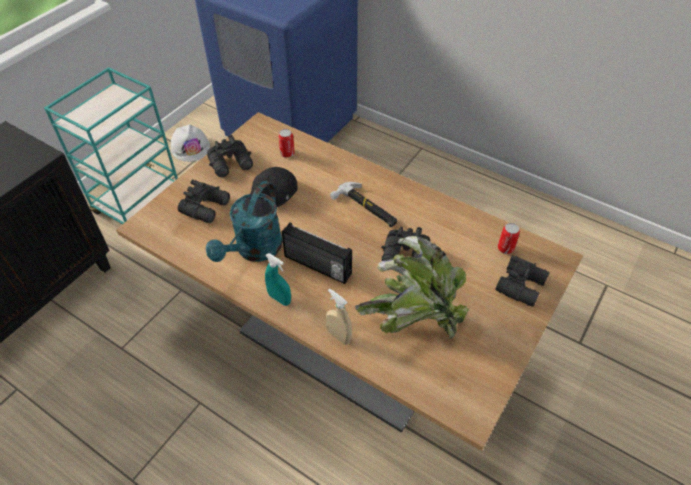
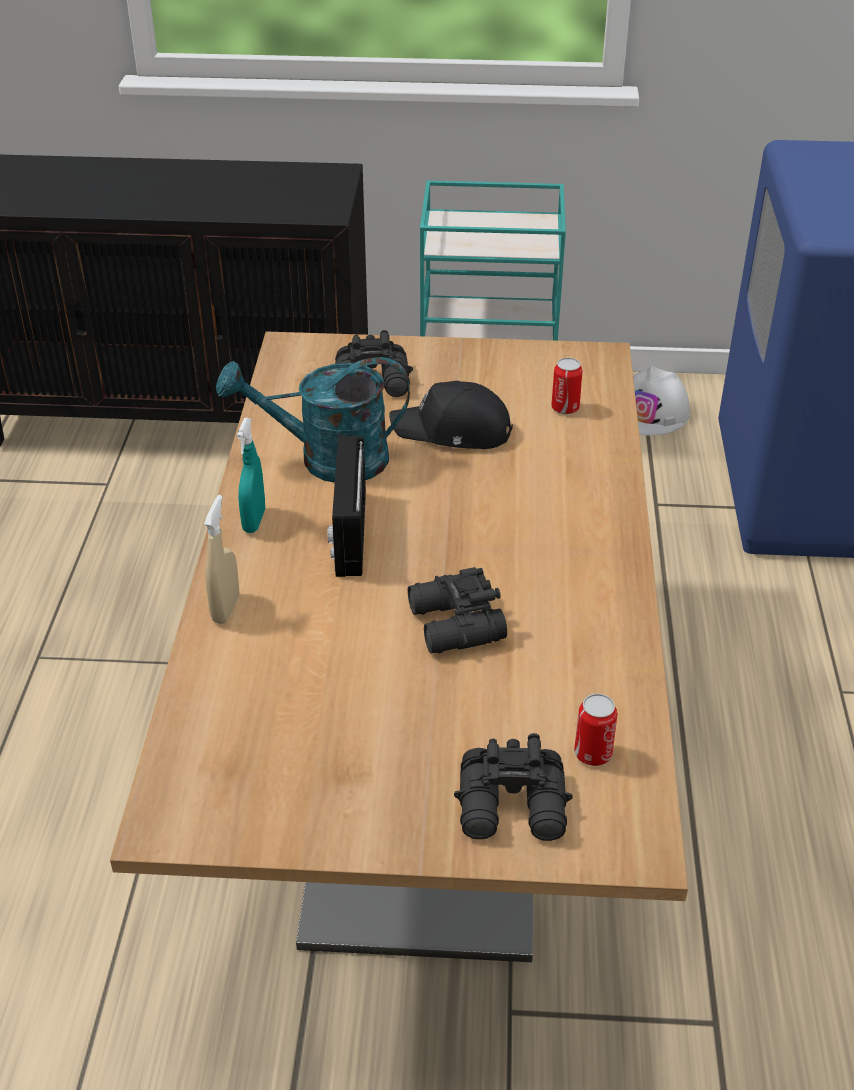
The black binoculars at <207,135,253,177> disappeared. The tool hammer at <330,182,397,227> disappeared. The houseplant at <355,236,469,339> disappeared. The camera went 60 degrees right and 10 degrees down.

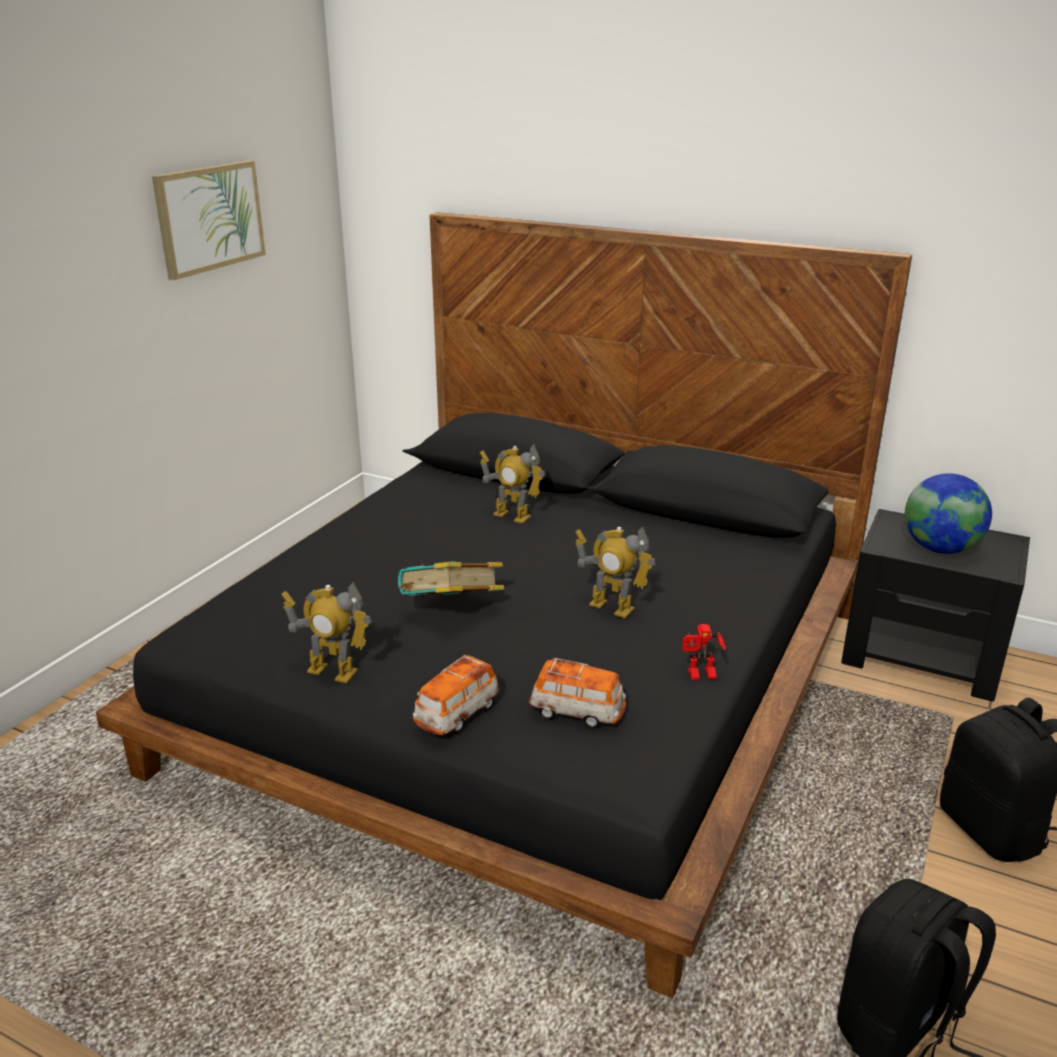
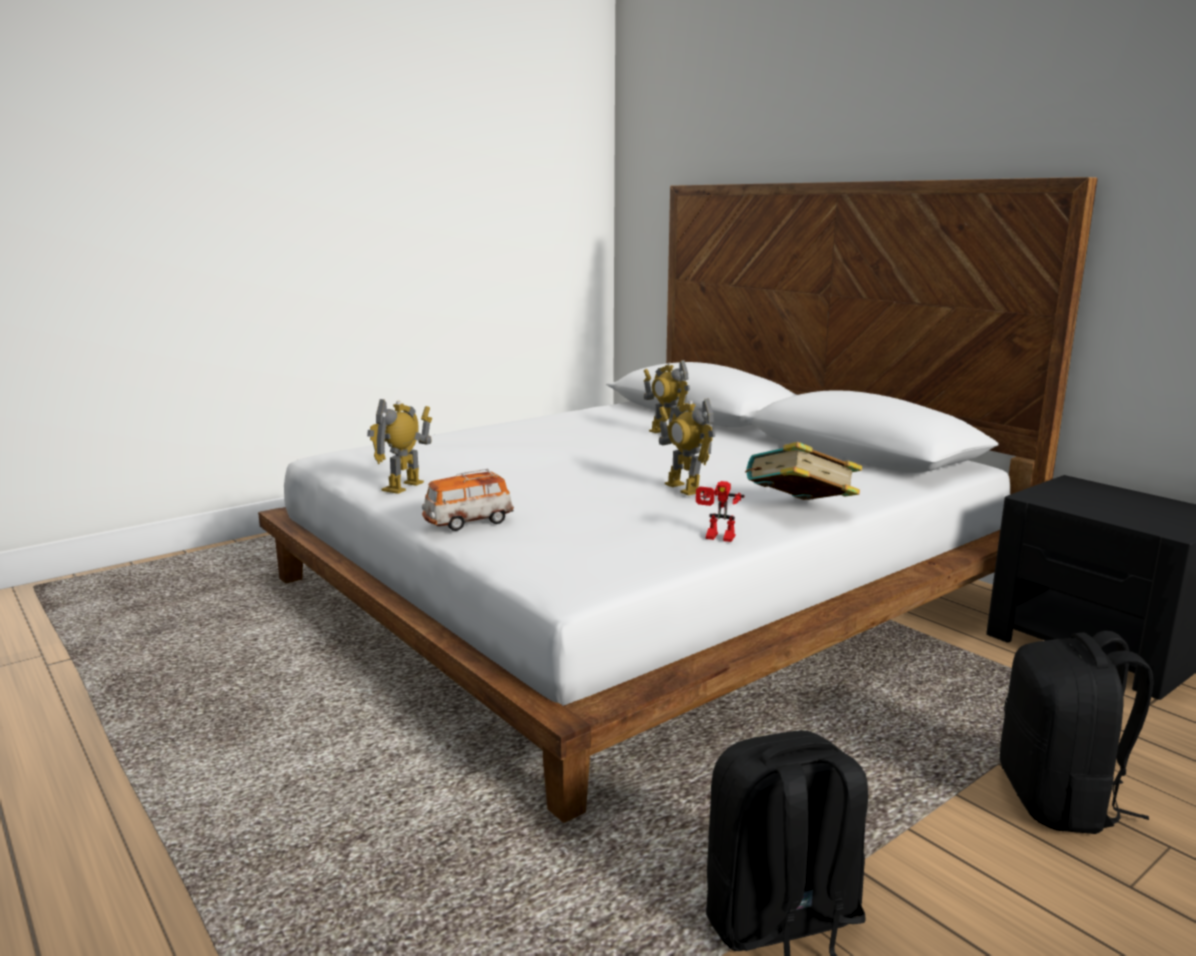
The black bed at <96,212,912,998> became the whitish bed at <258,177,1098,823>. The wall picture at <152,160,266,280> disappeared. The model robot at <281,583,372,683> turned 75 degrees clockwise. The bound book moved from <398,562,504,597> to <745,442,862,500>. The miniature car at <529,658,626,729> disappeared. The desk globe at <905,473,992,554> disappeared. The camera went 25 degrees right and 10 degrees down.

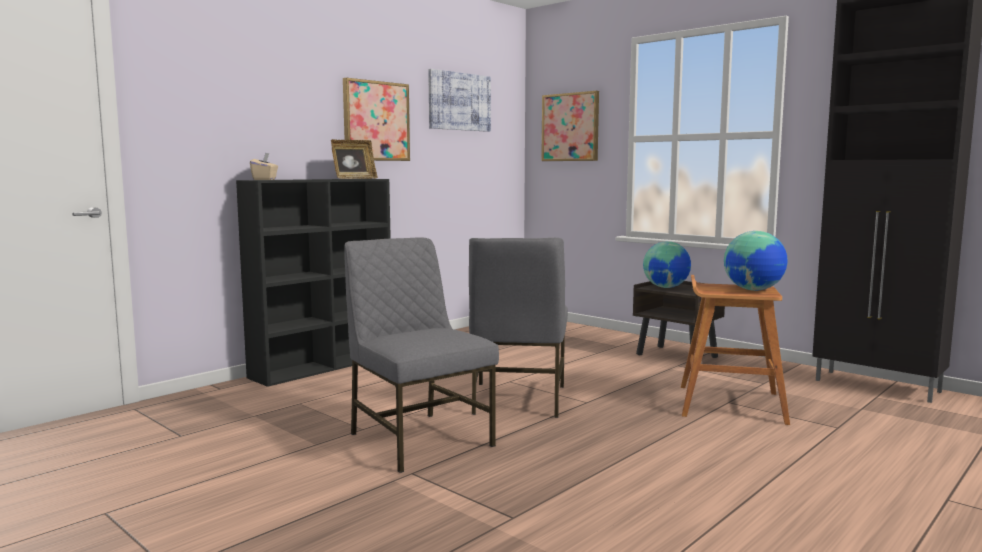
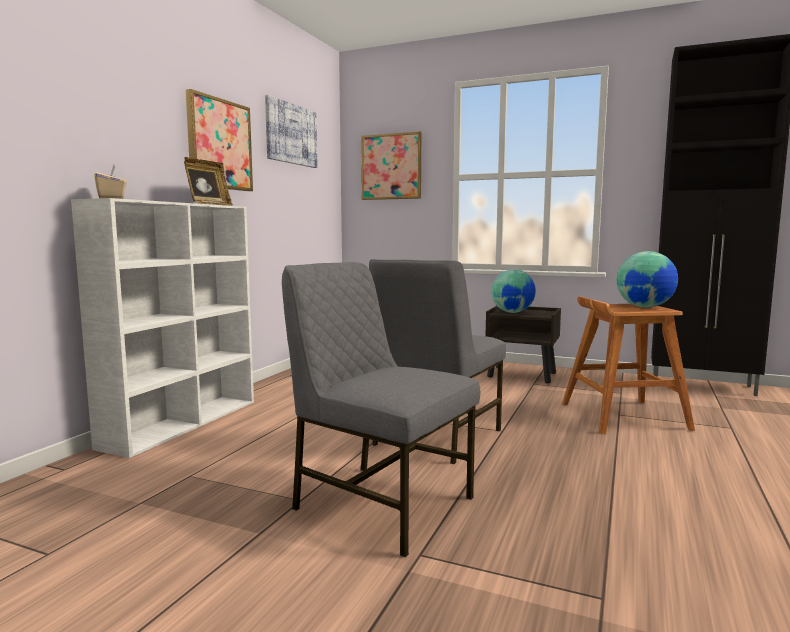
The black bookcase at <236,179,391,387> became the whitish bookcase at <71,198,254,458>. The grey upright chair at <469,238,568,418> turned 45 degrees clockwise. The camera went 20 degrees left and 0 degrees up.

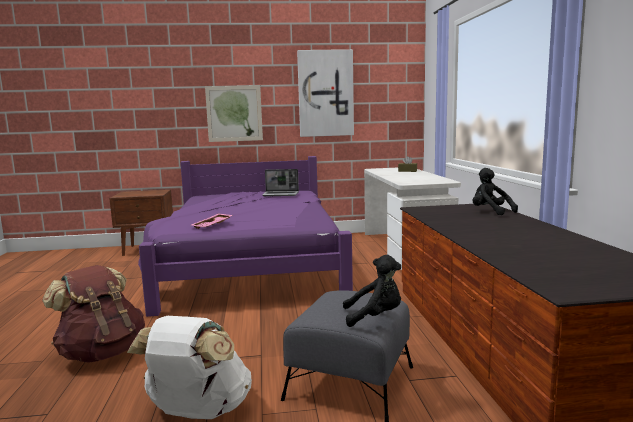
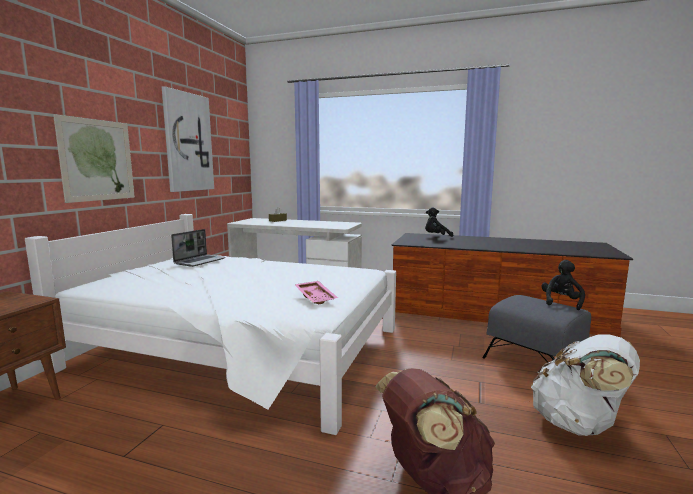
The purple-coloured bed at <138,156,353,317> became the whitish bed at <25,214,396,435>. The camera went 65 degrees left and 0 degrees up.

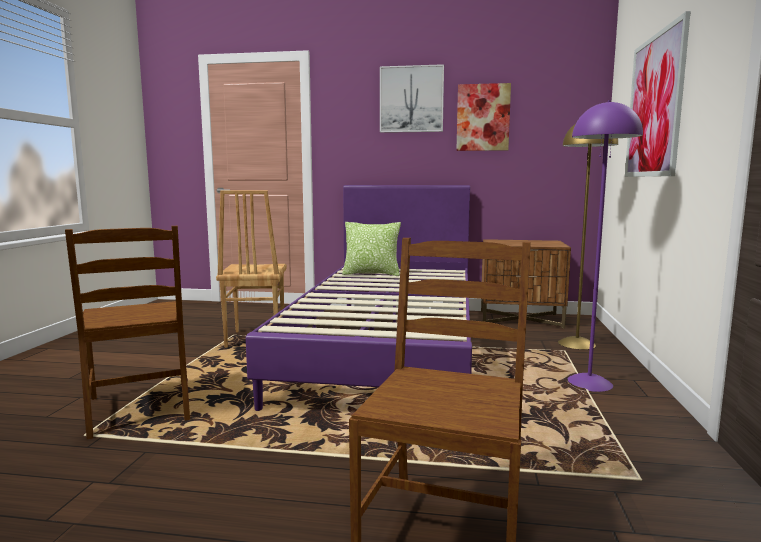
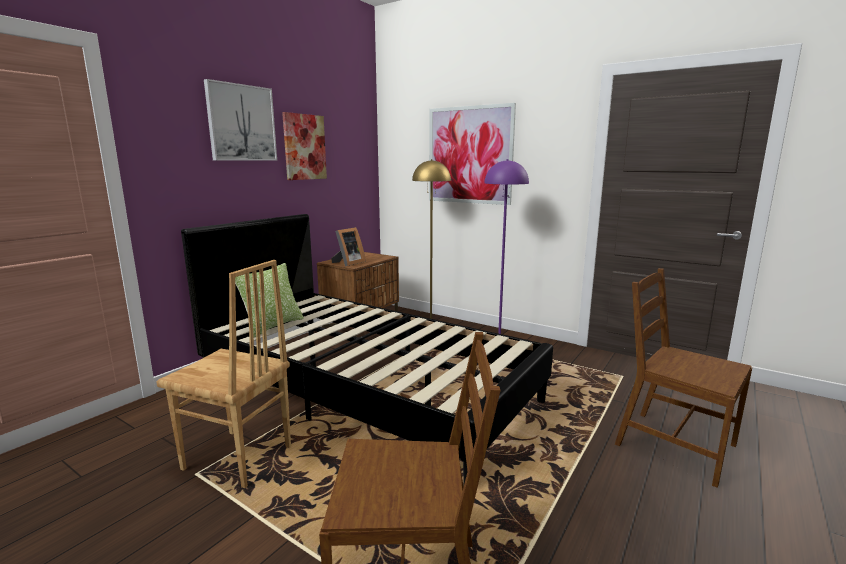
The purple-coloured bed at <246,185,472,411> became the black bed at <181,214,553,483>. The photo frame at <331,227,366,267> appeared. The camera went 65 degrees left and 5 degrees up.

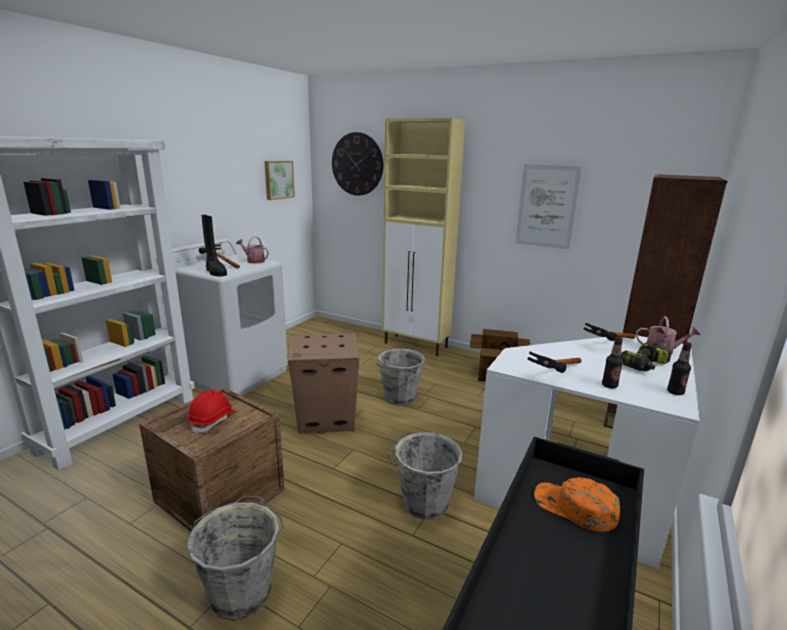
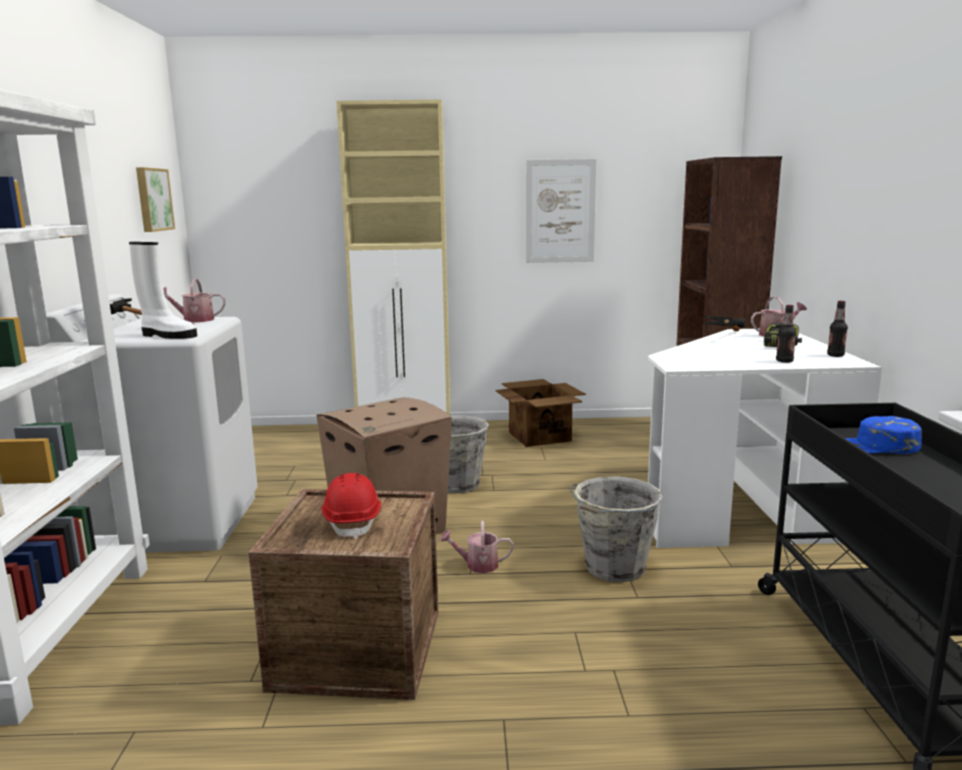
The grey bucket at <187,495,284,621> disappeared. The black high-top boot at <201,215,227,277> became the whitish high-top boot at <129,242,197,339>. The hanging clock at <332,132,383,196> disappeared. The tool hammer at <528,352,582,373> disappeared. The orange-coloured baseball cap at <534,477,620,532> became the blue baseball cap at <845,416,922,454>. The watering pot at <439,520,514,573> appeared. The camera went 30 degrees left and 5 degrees down.

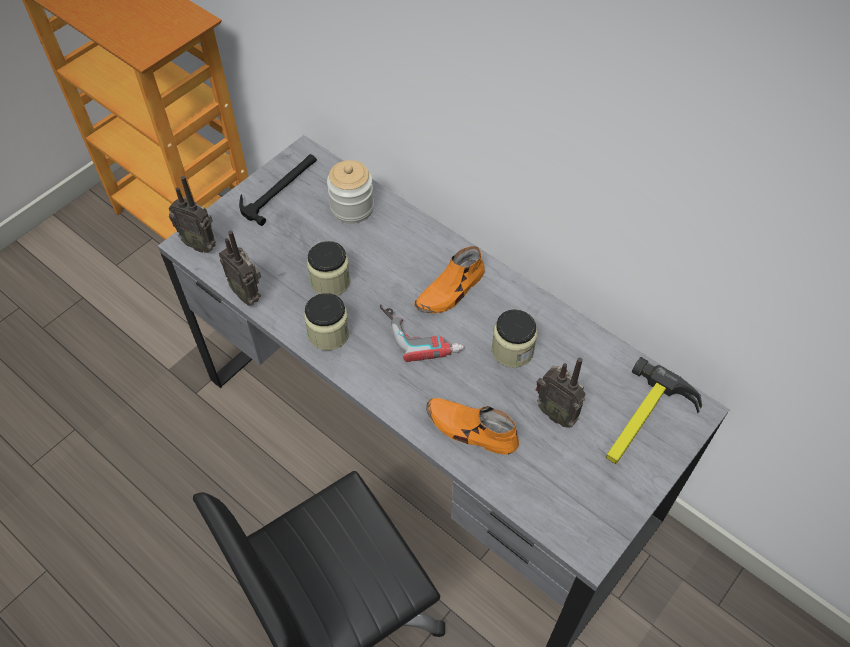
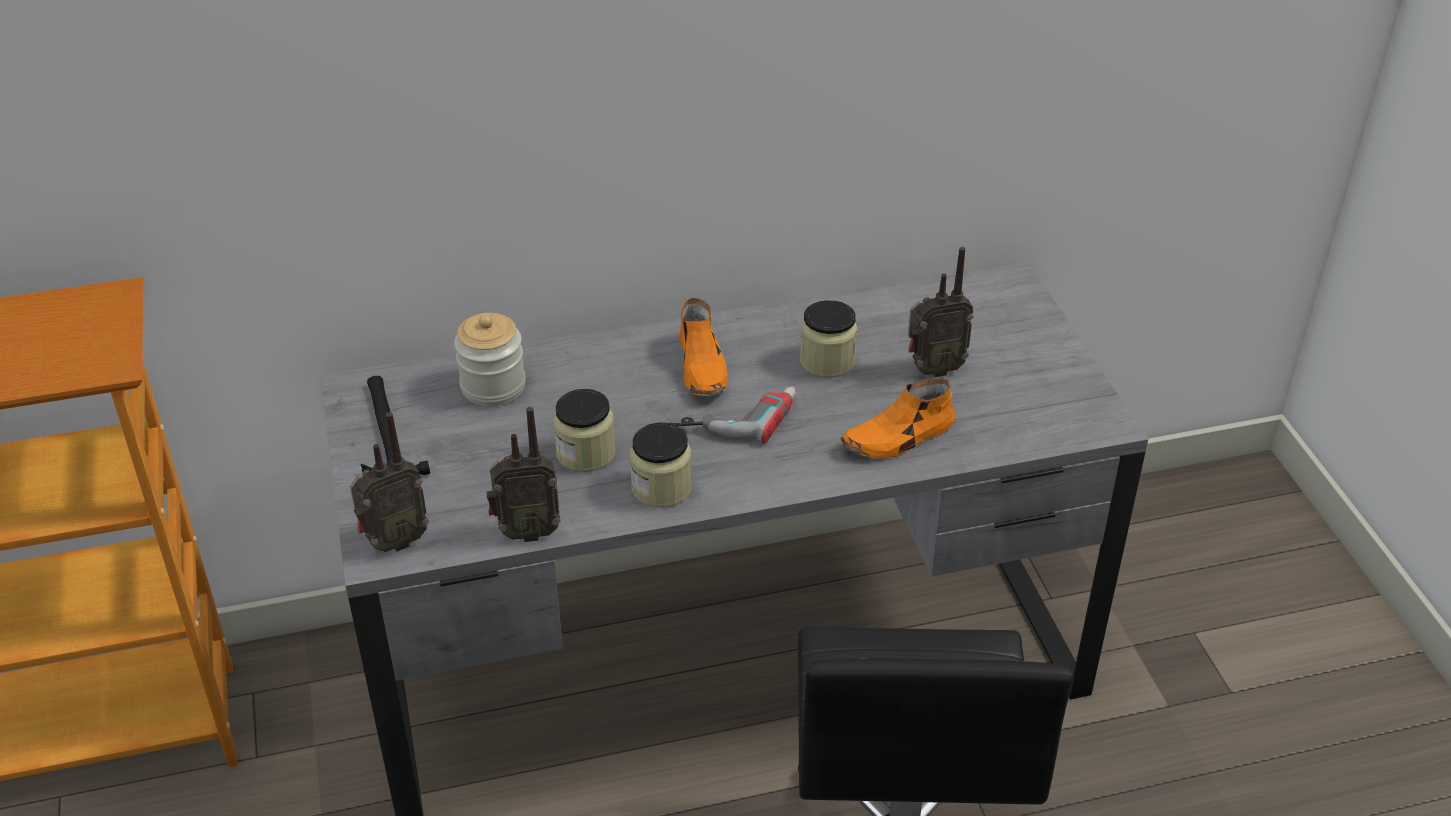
The tool hammer at <606,357,702,464> disappeared. The camera went 55 degrees left and 15 degrees down.

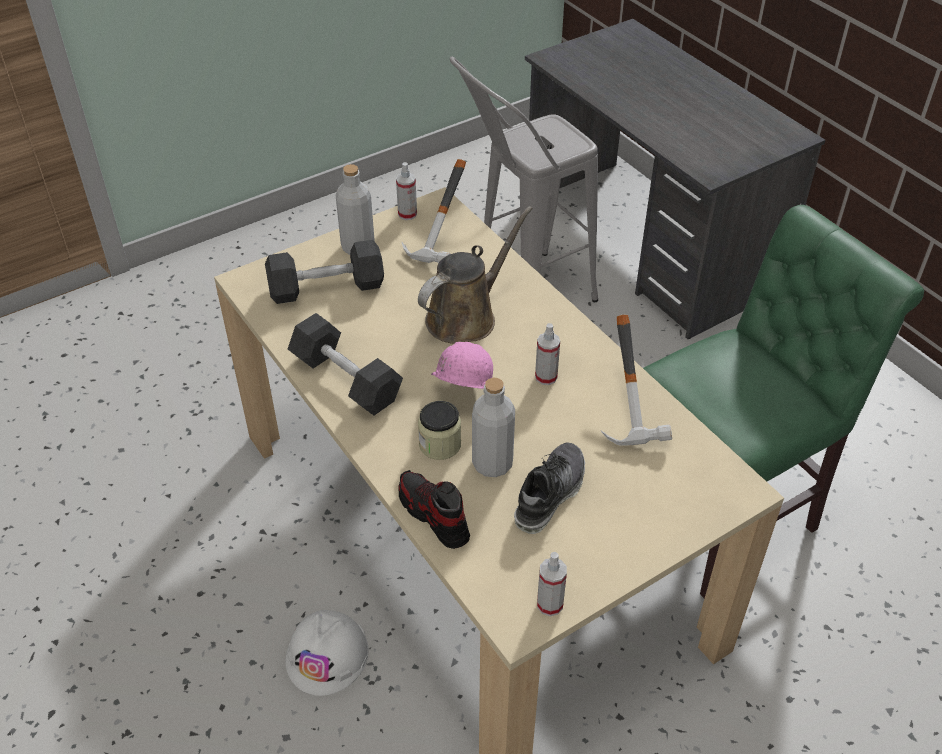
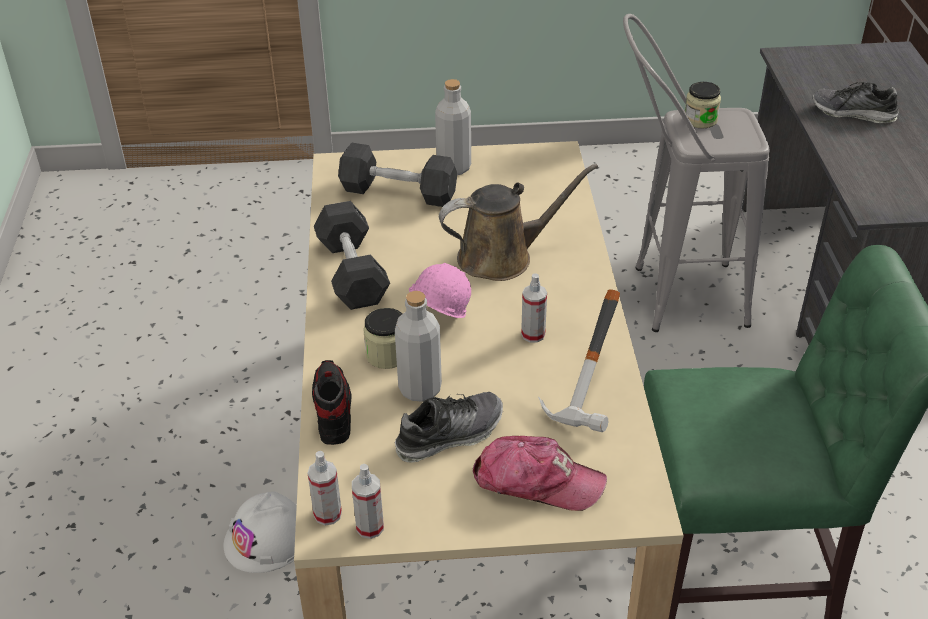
The hand sprayer moved from <396,162,417,220> to <308,451,342,525>. The tool hammer at <401,159,466,263> disappeared. The baseball cap at <473,436,607,511> appeared. The preserve jar at <685,82,721,128> appeared. The item of footwear at <813,82,898,123> appeared. The camera went 30 degrees right and 5 degrees down.

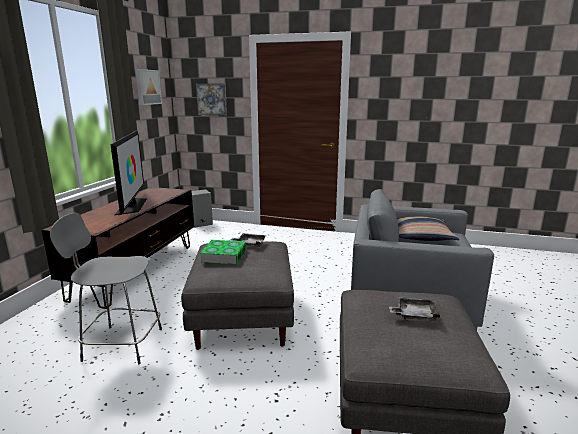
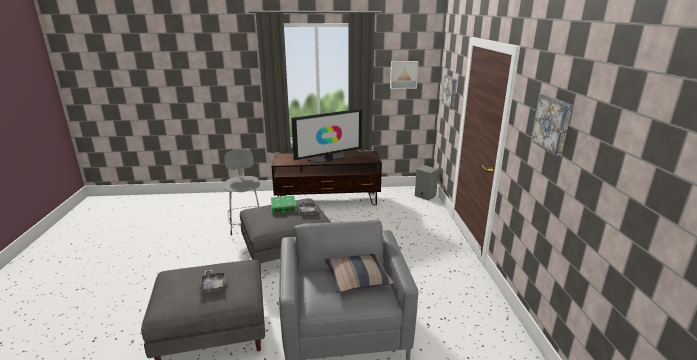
The wall picture at <531,94,572,156> appeared. The camera went 70 degrees right and 5 degrees up.

